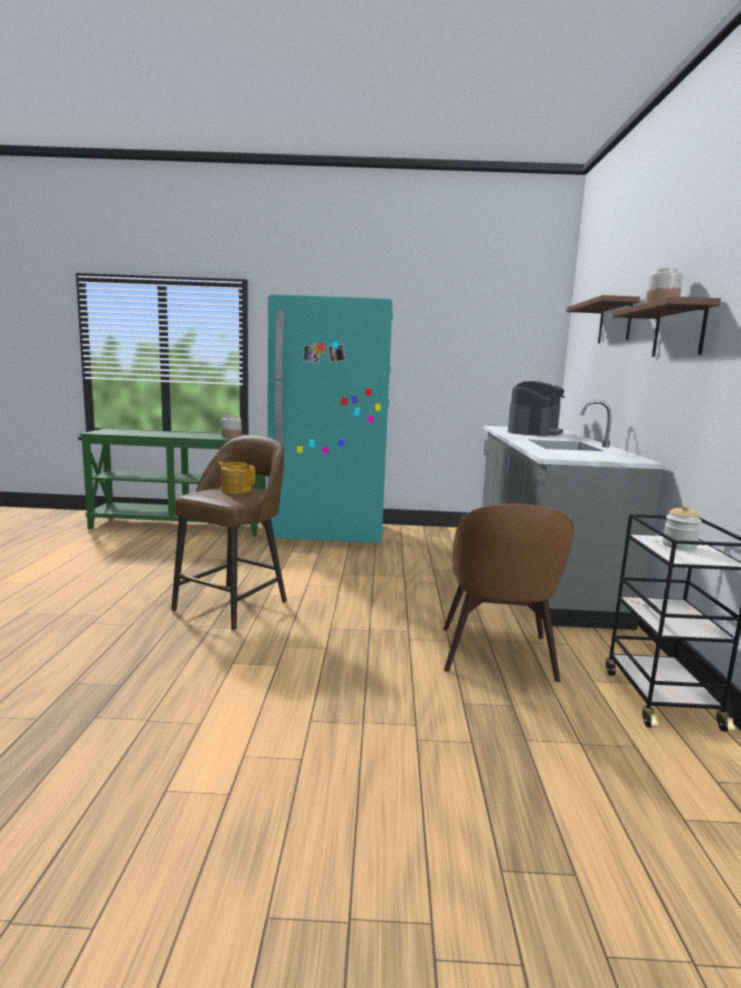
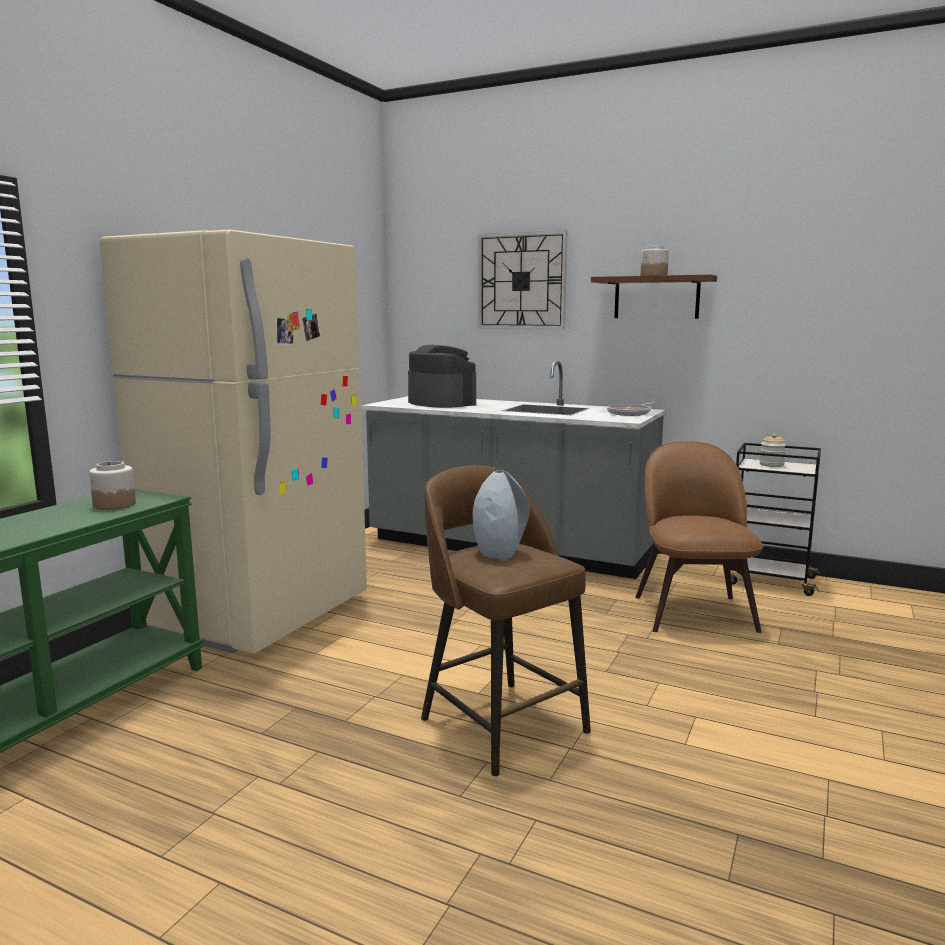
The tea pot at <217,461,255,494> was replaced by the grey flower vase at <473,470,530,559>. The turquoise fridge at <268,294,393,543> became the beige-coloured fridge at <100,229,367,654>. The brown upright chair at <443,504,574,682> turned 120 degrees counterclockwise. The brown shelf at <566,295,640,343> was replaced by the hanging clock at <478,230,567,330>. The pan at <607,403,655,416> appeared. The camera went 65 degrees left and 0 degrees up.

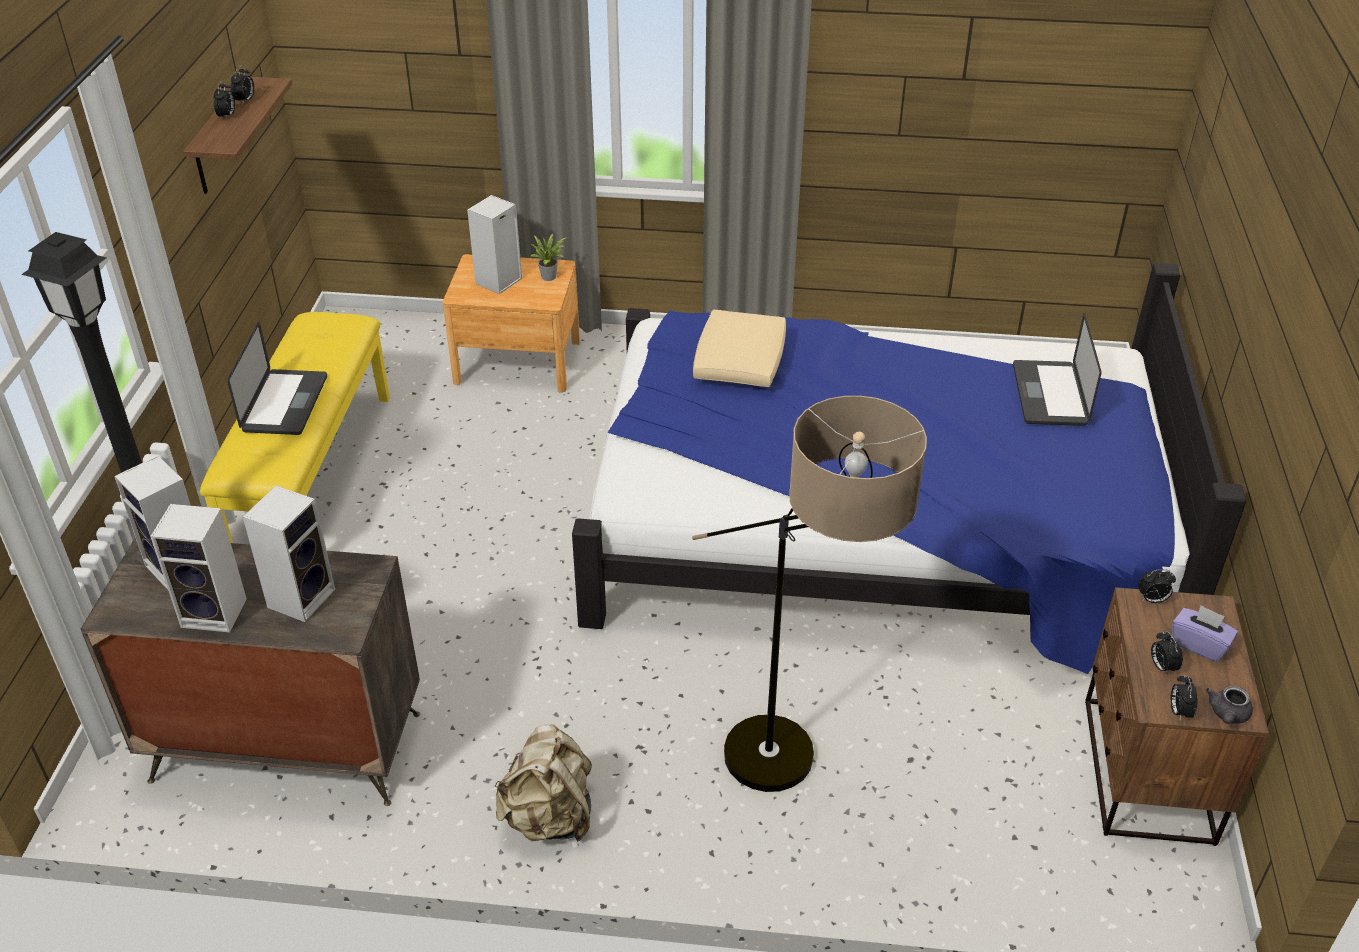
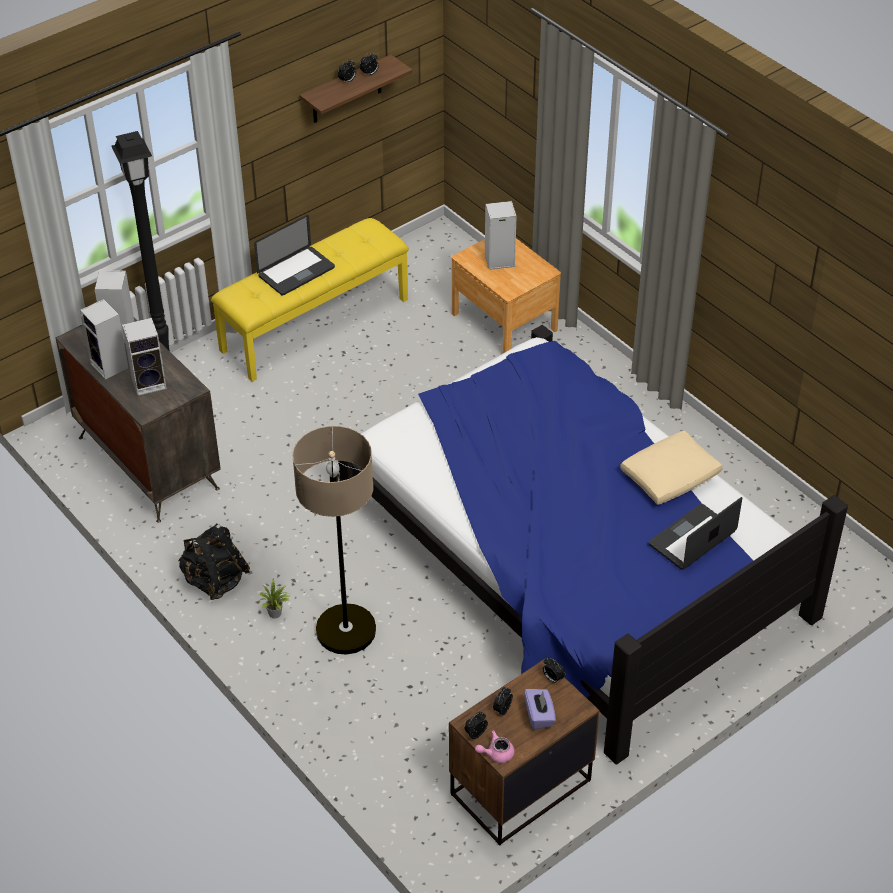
The beige-coloured knapsack at <495,724,592,842> became the black knapsack at <178,524,250,600>. The houseplant moved from <529,233,567,281> to <258,578,290,618>. The beige-coloured pillow moved from <693,310,786,387> to <620,431,723,505>. The grey tea pot at <1206,686,1253,724> became the pinkish tea pot at <475,730,515,763>. The camera went 45 degrees right and 5 degrees up.

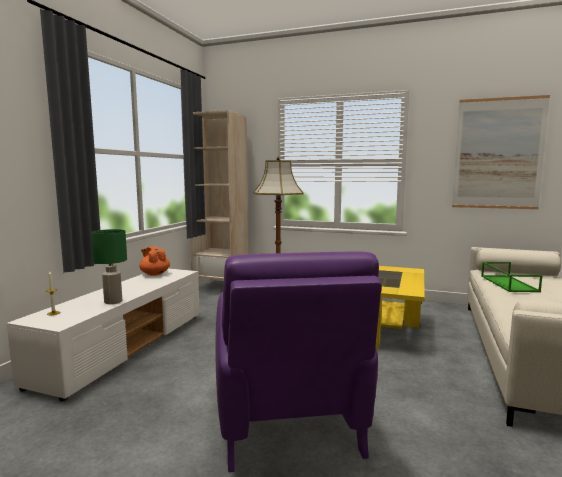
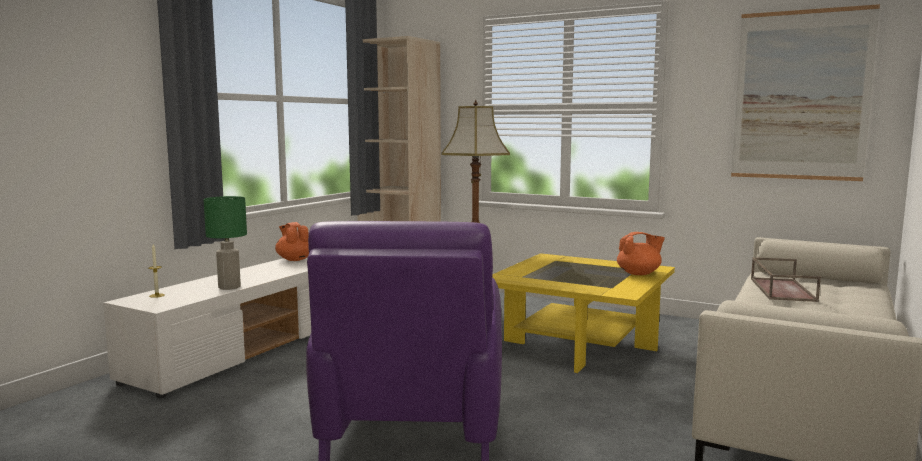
The greenish carrying tray at <481,262,543,292> became the brown carrying tray at <751,257,821,302>. The orange-coloured tea pot at <617,232,665,275> appeared. The camera went 10 degrees right and 0 degrees up.

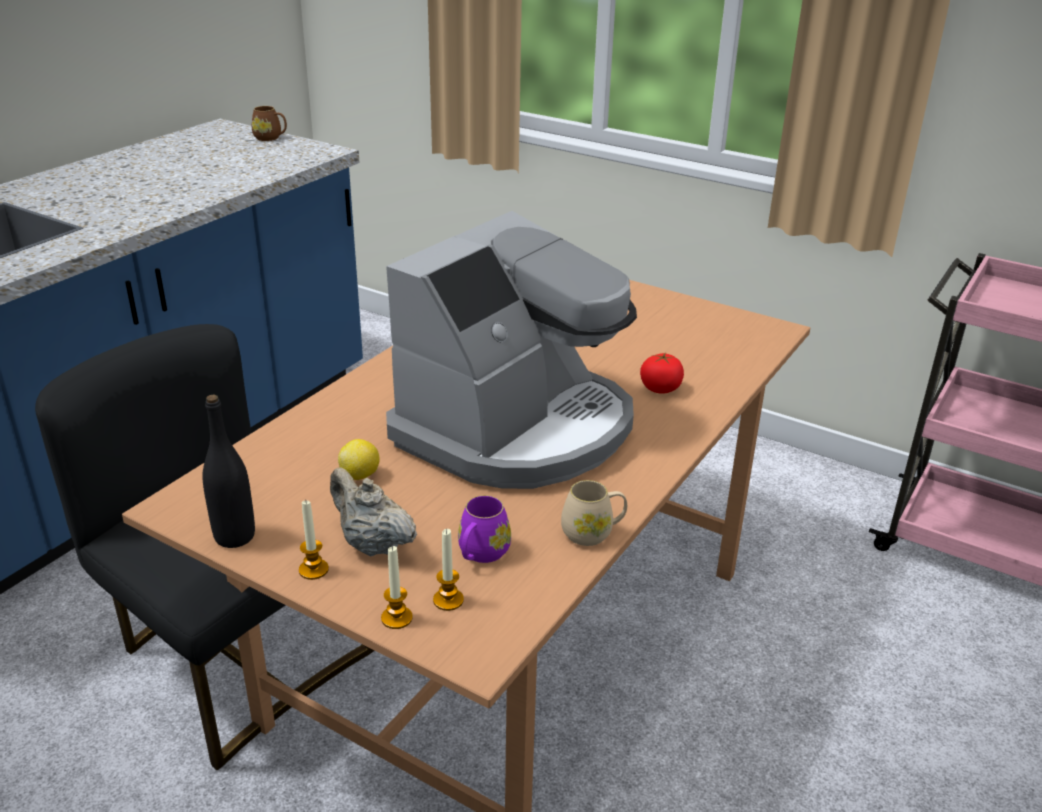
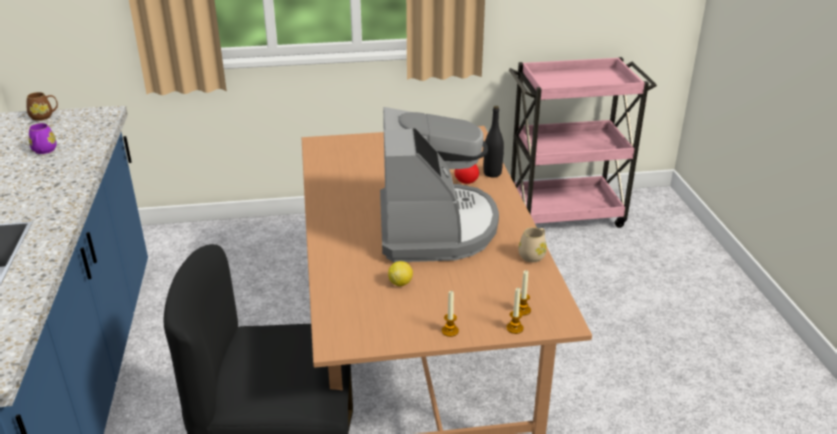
The black bottle moved from <202,395,255,548> to <483,106,504,177>. The beige-coloured tea pot at <330,467,417,556> disappeared. The purple-coloured tea mug moved from <458,495,511,563> to <29,123,57,154>. The camera went 40 degrees left and 0 degrees up.

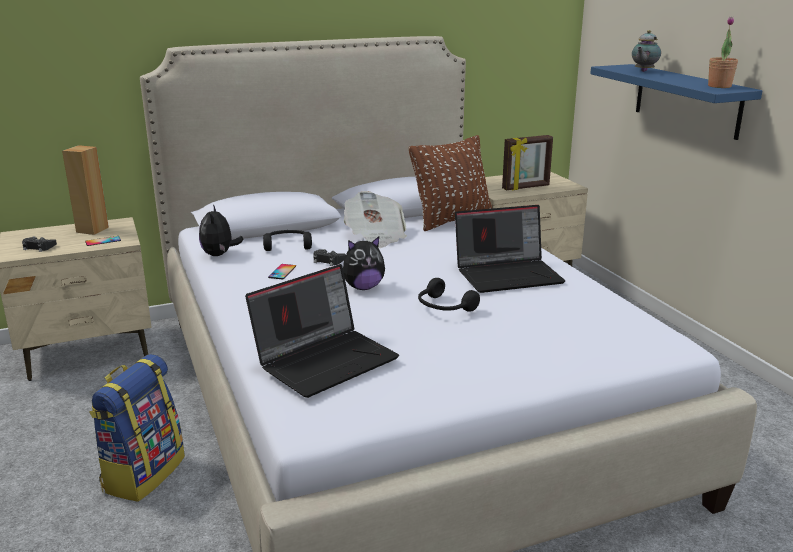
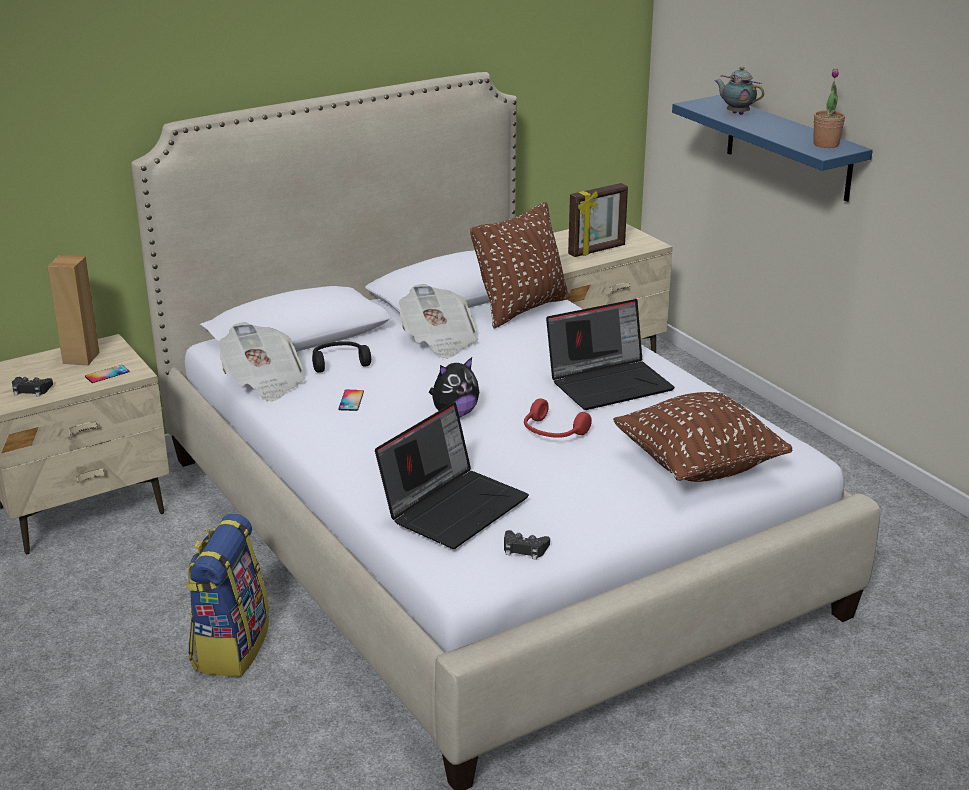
The soft toy at <199,204,244,256> was replaced by the printed paper at <218,322,305,401>. The black game controller moved from <313,249,346,266> to <504,530,550,560>. The black pair of headphones at <418,278,480,312> became the reddish pair of headphones at <524,398,592,438>. The tea pot at <632,30,661,72> turned 105 degrees clockwise. The brown pillow at <613,392,792,482> appeared. The camera went 10 degrees left and 5 degrees up.

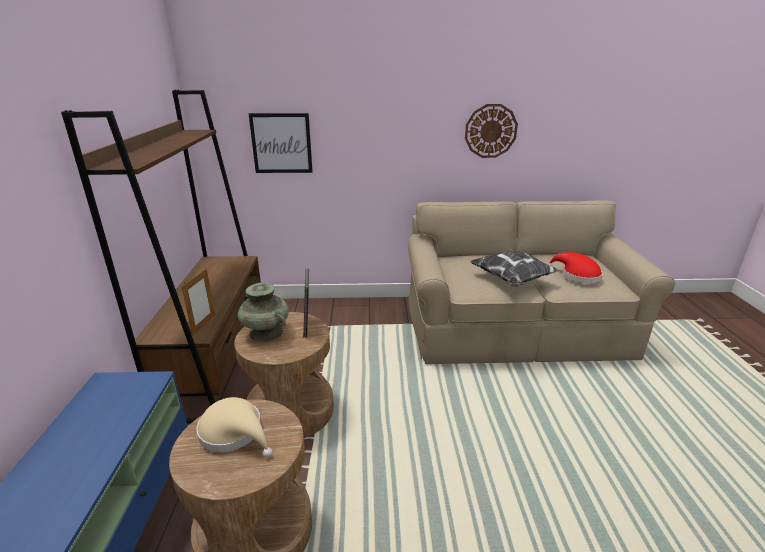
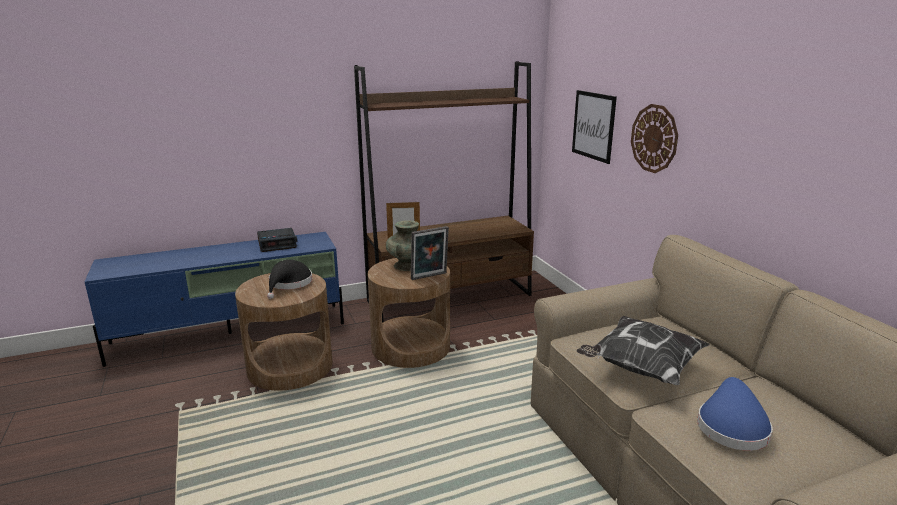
The beige-coloured wearable hat at <196,397,273,458> became the black wearable hat at <267,260,312,299>. The hanging clock moved from <465,104,518,158> to <631,104,678,173>. The reddish wearable hat at <548,252,603,283> became the blue wearable hat at <697,377,773,451>. The table clock at <257,228,297,252> appeared. The camera went 70 degrees right and 5 degrees down.

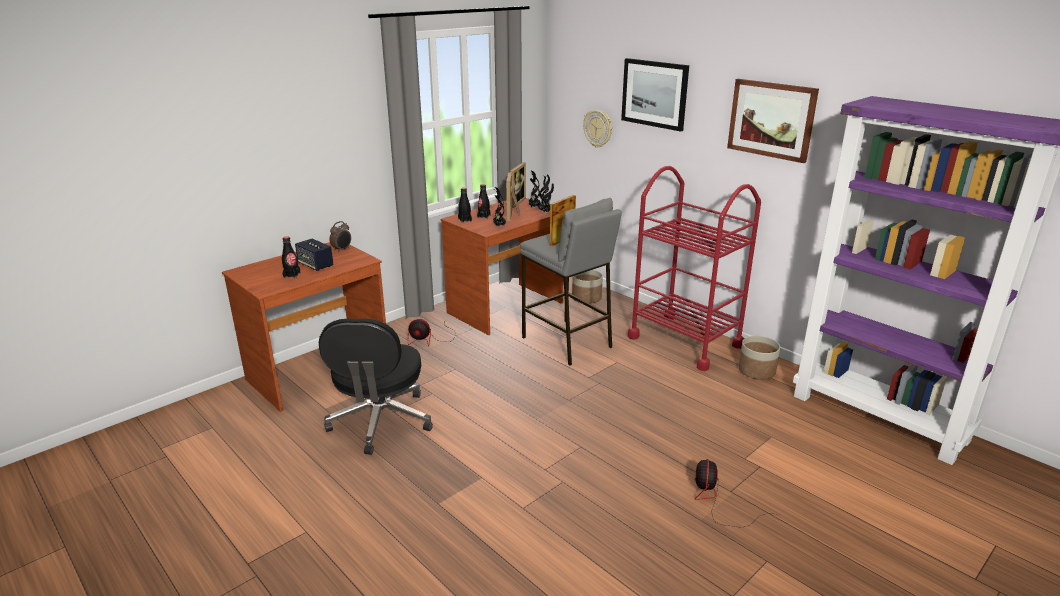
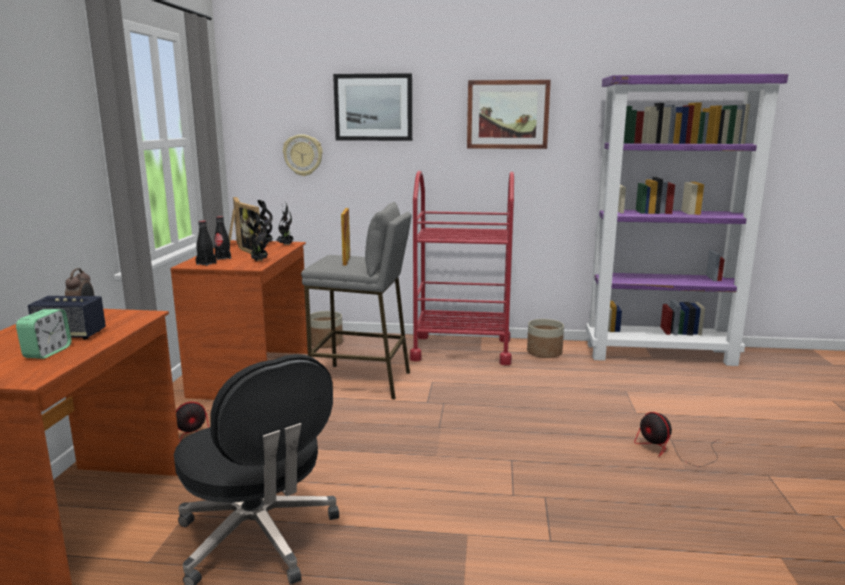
The black bottle at <282,237,301,278> was replaced by the table clock at <16,309,72,359>. The camera went 40 degrees left and 10 degrees down.

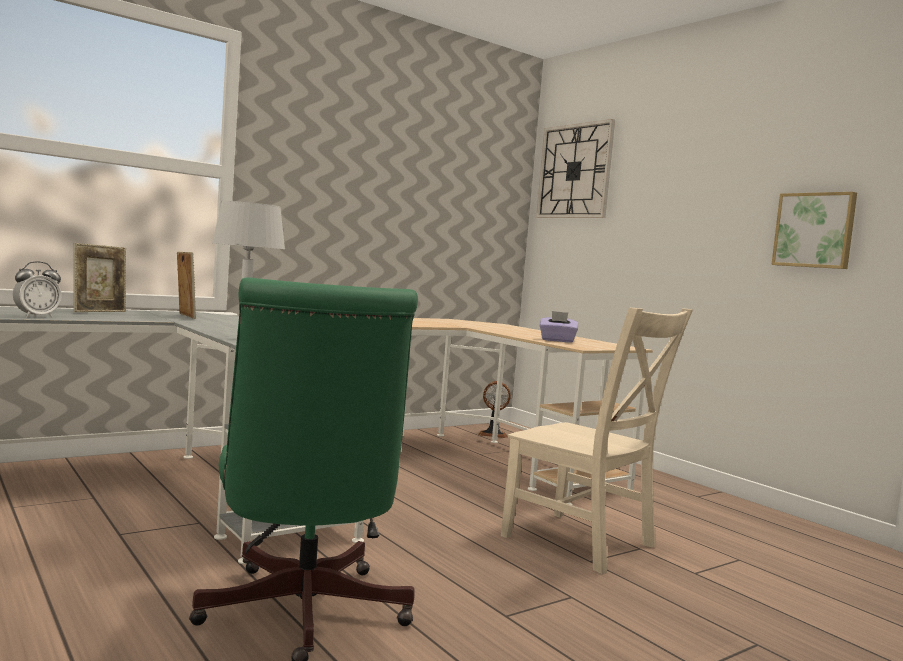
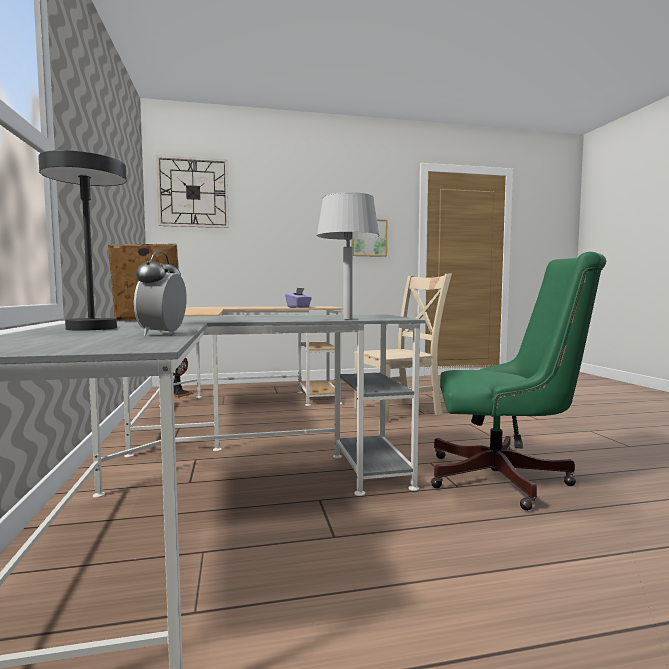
The table clock at <13,261,62,318> turned 150 degrees counterclockwise. The photo frame at <73,243,126,312> was replaced by the grey lamp for a table at <38,150,127,331>. The camera went 65 degrees left and 0 degrees up.

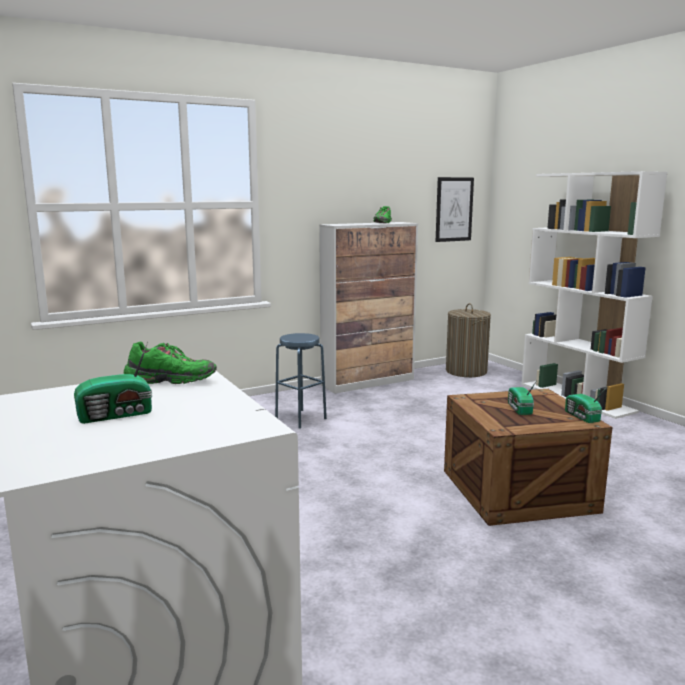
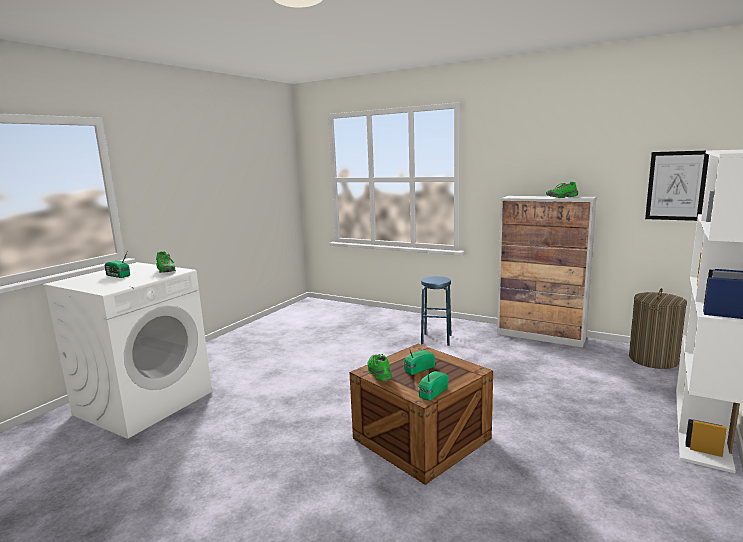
The greenish item of footwear at <368,354,392,381> appeared. The camera went 60 degrees right and 0 degrees up.

